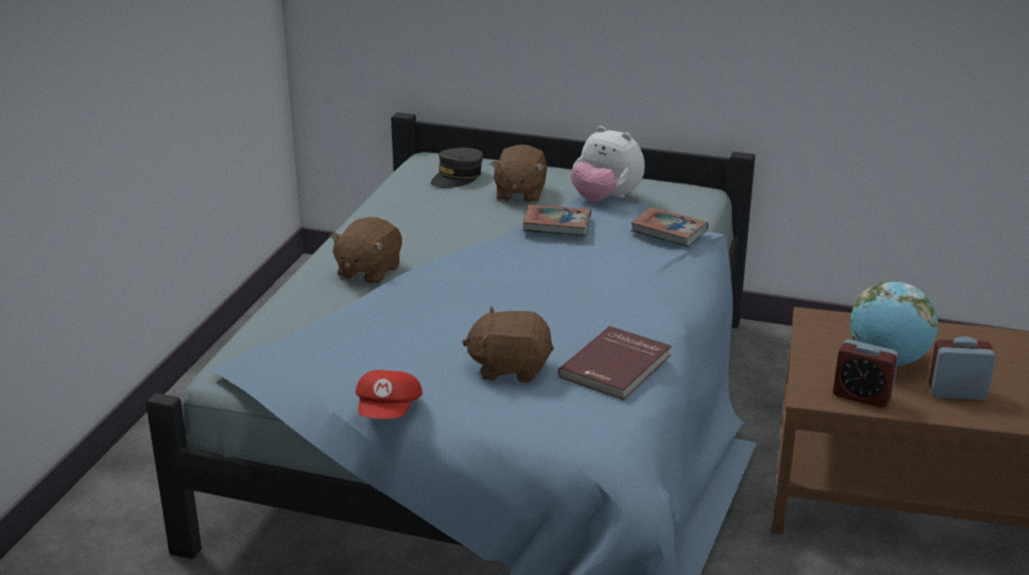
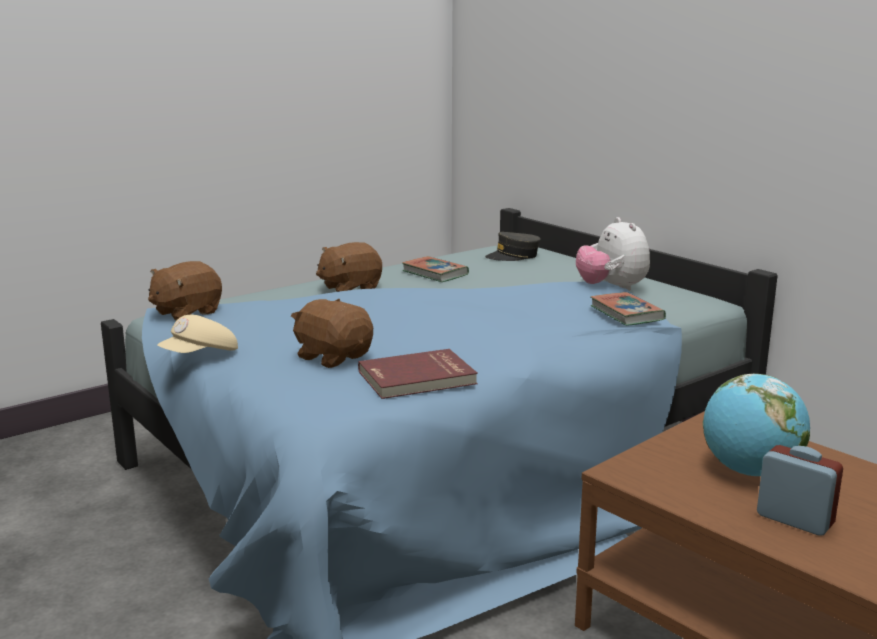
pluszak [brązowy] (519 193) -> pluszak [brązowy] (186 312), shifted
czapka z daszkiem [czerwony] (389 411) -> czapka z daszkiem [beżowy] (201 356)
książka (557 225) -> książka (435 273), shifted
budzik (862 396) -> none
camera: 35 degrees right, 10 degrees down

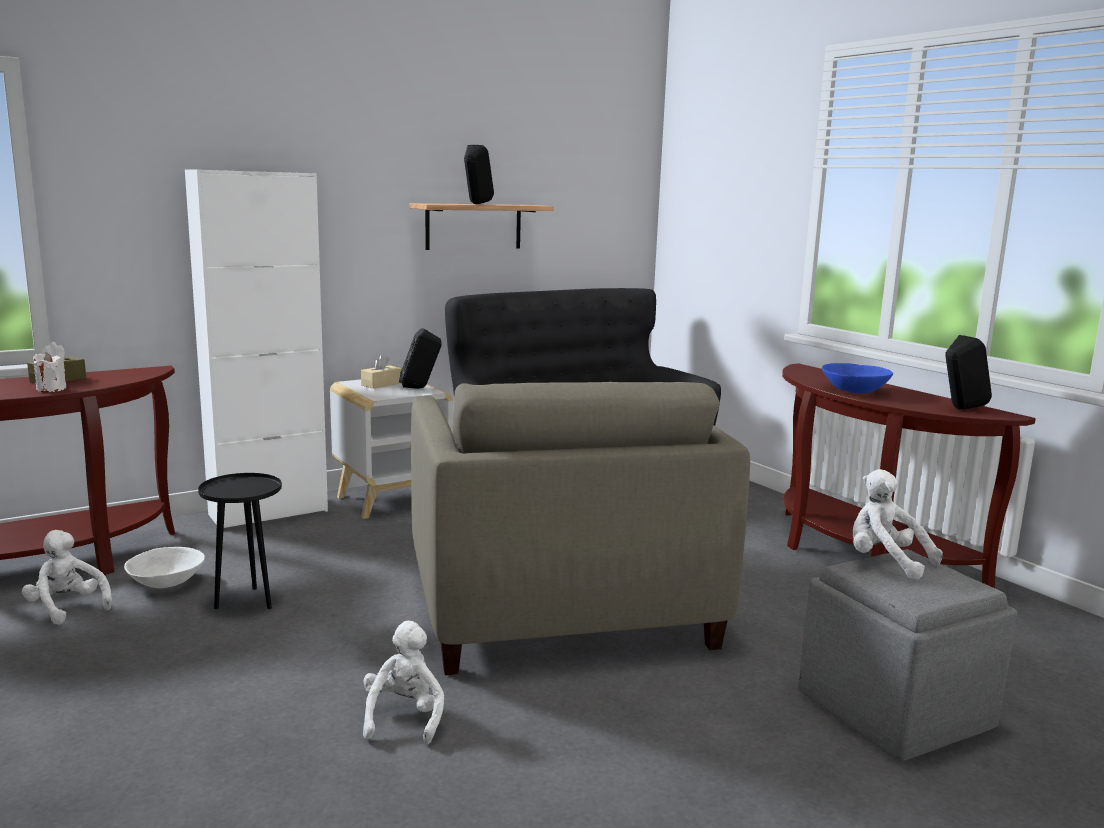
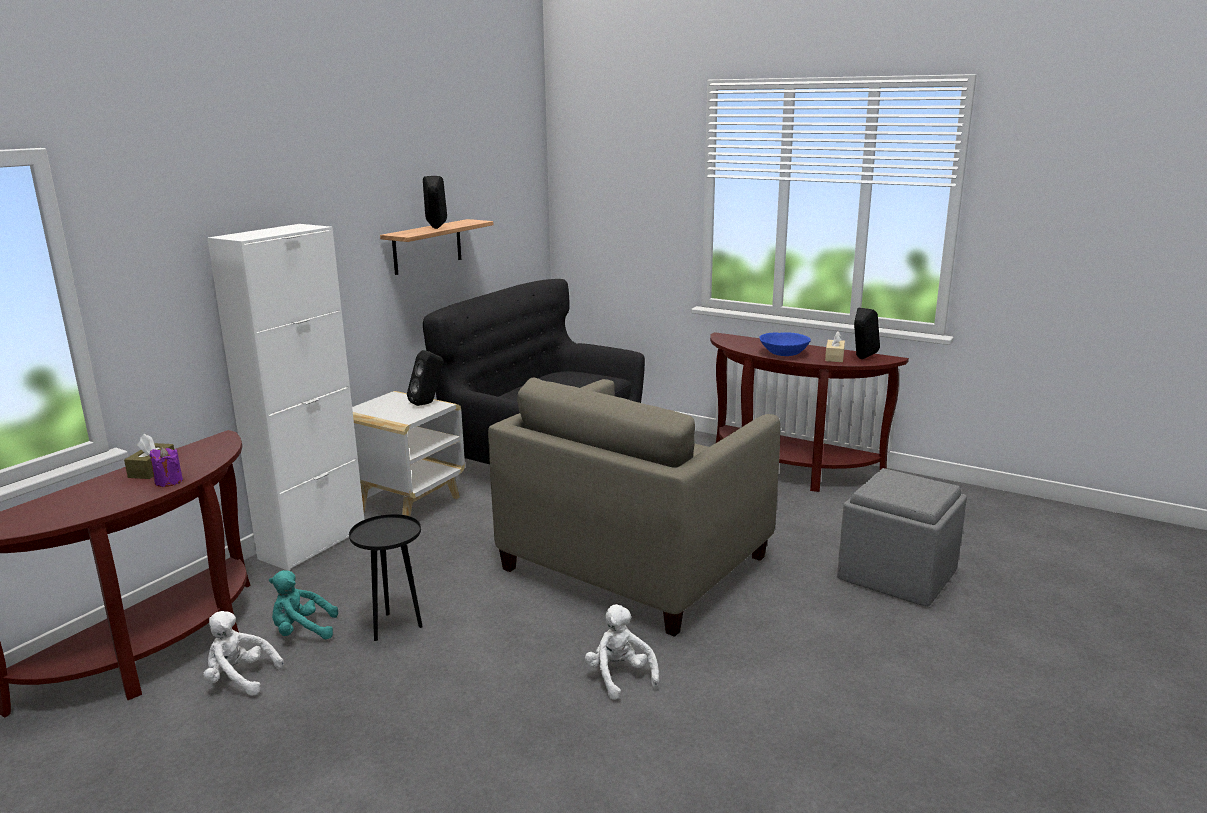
świeca [biały] (51 389) -> świeca [fioletowy] (169 481)
miska [biały] (166 583) -> pluszak [turkusowy] (302 631)
fotel [beżowy] (558 606) -> fotel [beżowy] (635 562), 75 degrees clockwise
pudełko chusteczek [beżowy] (381 384) -> pudełko chusteczek [beżowy] (834 357), shifted
pluszak [biały] (885 562) -> none
camera: 25 degrees left, 5 degrees up

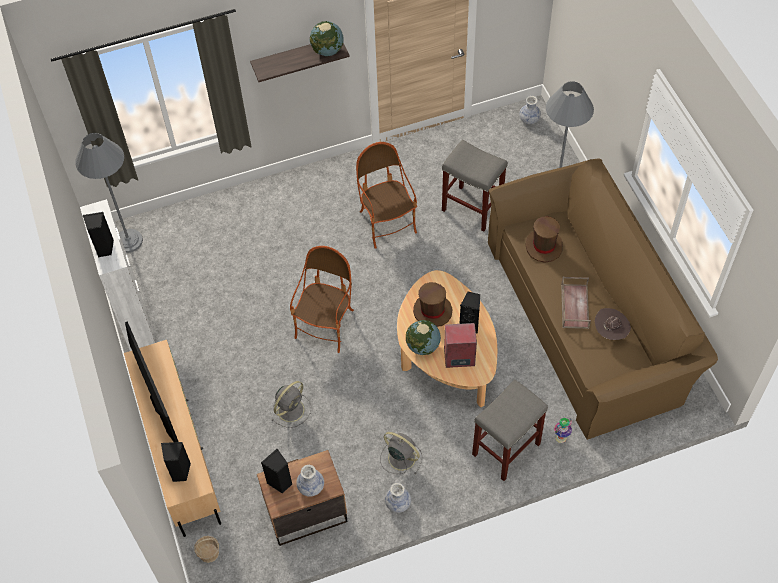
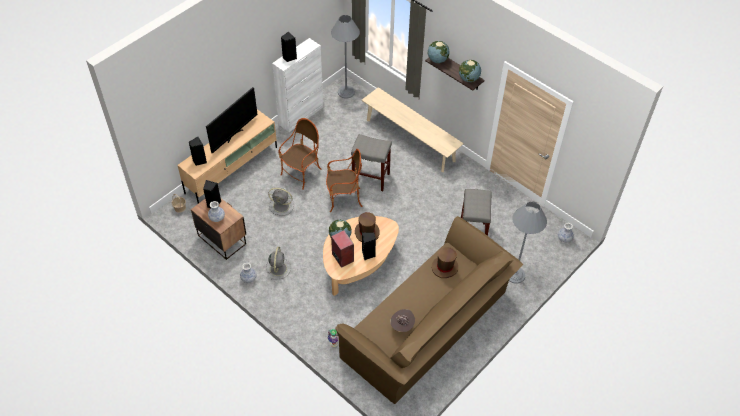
fotel (387 223) -> fotel (301 173), shifted
stołek [szary] (506 450) -> stołek [szary] (370 178), shifted
none -> ławka [beżowy] (410 140)
none -> globus (437 60)
taca [brązowy] (574 305) -> none
camera: 60 degrees right, 5 degrees down

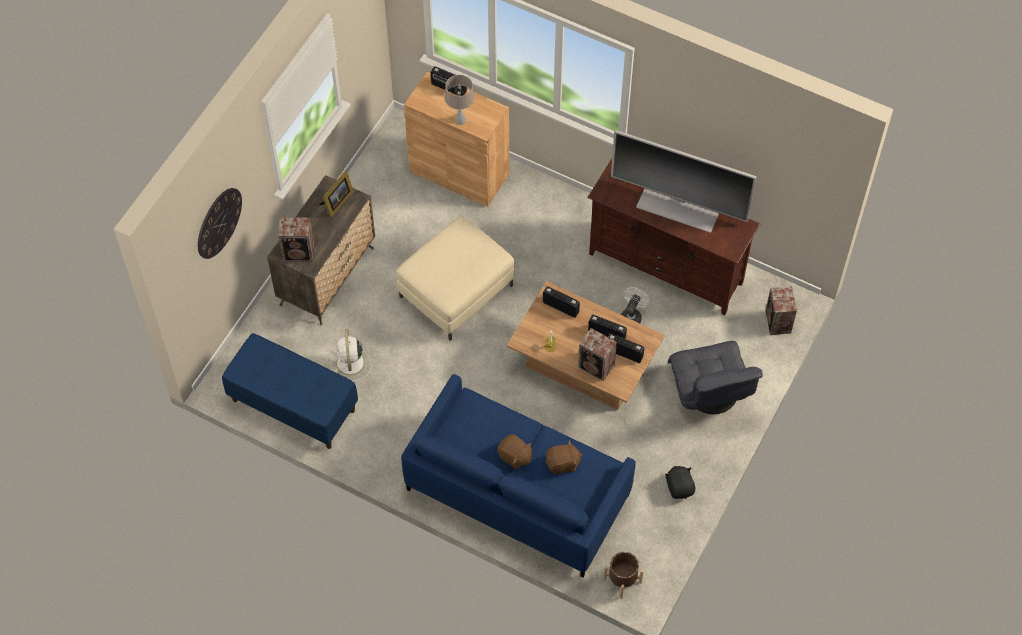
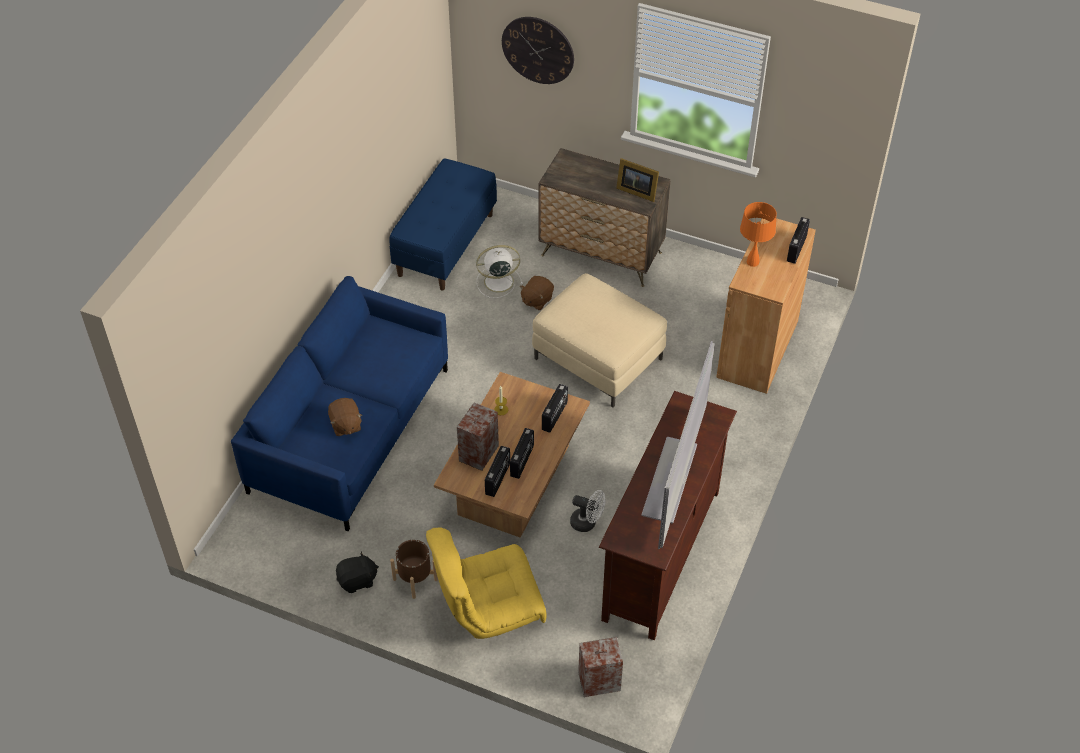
donica [brązowy] (622 580) -> donica [brązowy] (415 579), shifted
fotel [szary] (710 392) -> fotel [żółty] (488 608)
pluszak [brązowy] (514 457) -> pluszak [brązowy] (536 300), shifted
lampa stołowa [beżowy] (460 120) -> lampa stołowa [pomarańczowy] (753 262)
głośnik (299 252) -> none
camera: 85 degrees right, 10 degrees down

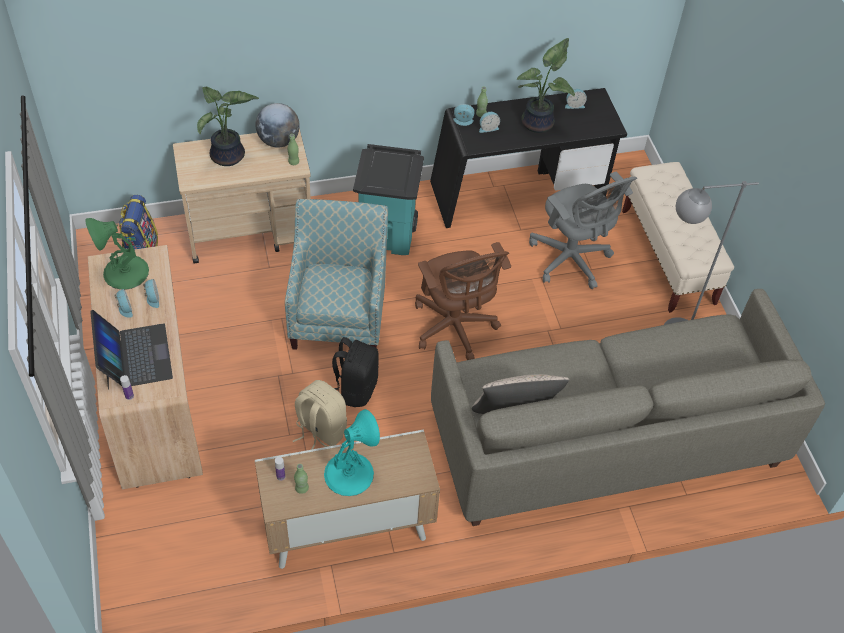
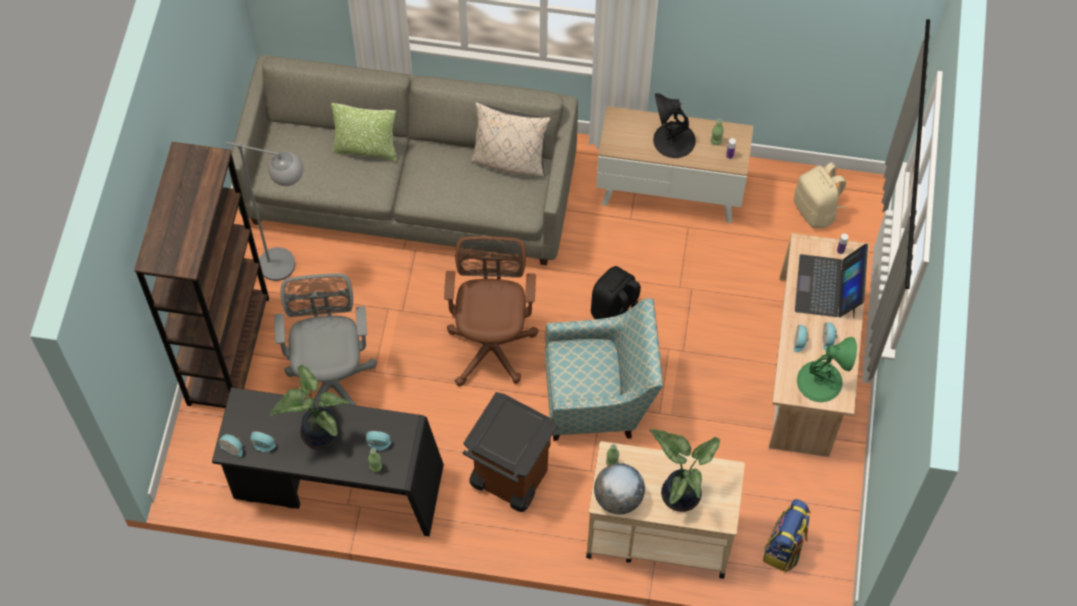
ławka [beżowy] (668 257) -> regał [brązowy] (228 350)
budzik (463 122) -> budzik (233 448), shifted
none -> poduszka (366 149)
kosz na śmieci [turkusowy] (388 235) -> kosz na śmieci [brązowy] (508 478)
fotel (339 314) -> fotel (600 398), 120 degrees counterclockwise
lampa stołowa [turkusowy] (350 473) -> lampa stołowa [czarny] (673 140)
plecak [beżowy] (320 431) -> plecak [beżowy] (816 210), shifted
camera: 155 degrees left, 10 degrees up

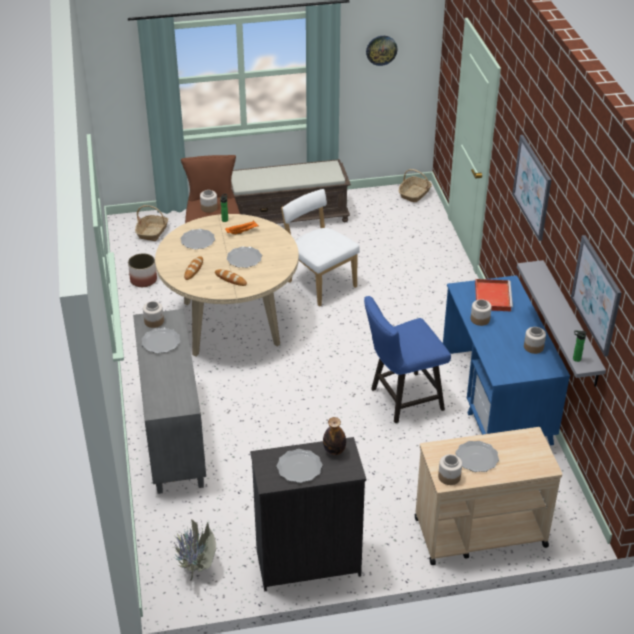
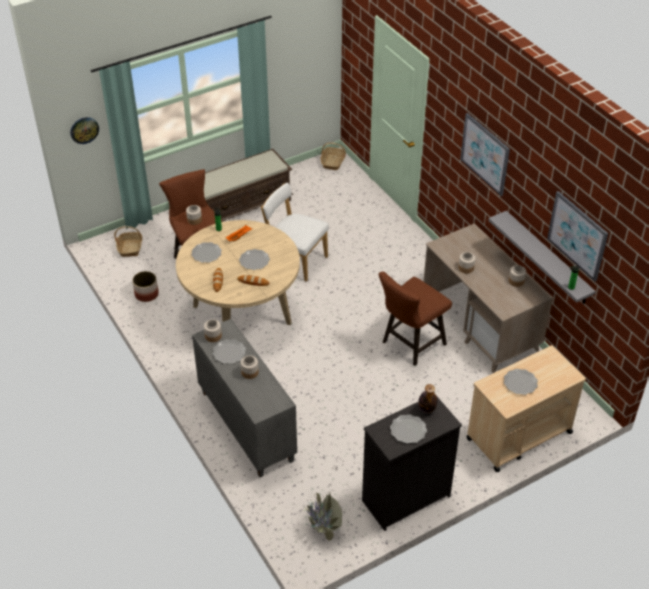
zegar ścienny (381 50) -> zegar ścienny (84 130), shifted
słoik (449 476) -> słoik (250 372), shifted
stołek [niebieski] (401 400) -> stołek [brązowy] (410 345)
biurko [niebieski] (497 399) -> biurko [beżowy] (480 324)
taca [czerwony] (492 296) -> none
camera: 20 degrees left, 5 degrees up

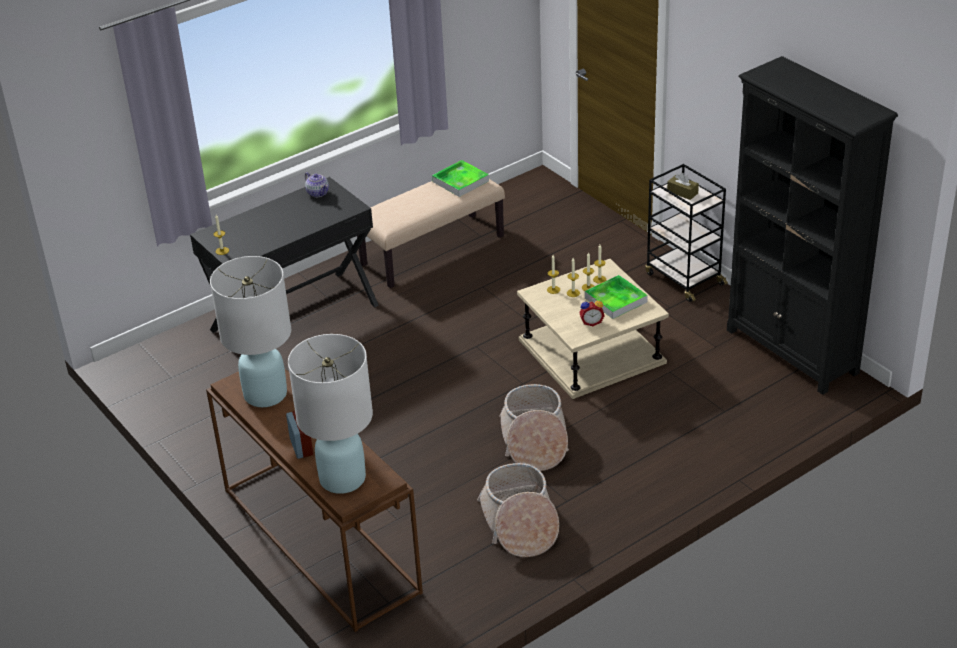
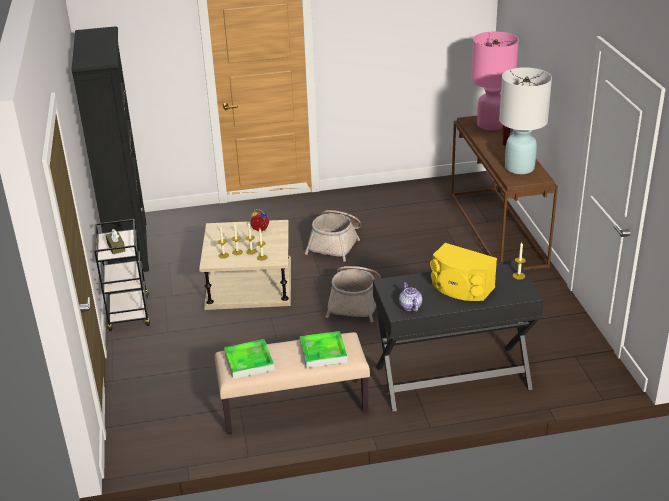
taca (615 300) -> taca (323 352), shifted
koszyk (519 524) -> koszyk (355 301), shifted
none -> głośnik [żółty] (461 288)
lampa stołowa [biały] (343 479) -> lampa stołowa [różowy] (490 125)
camera: 155 degrees left, 5 degrees down

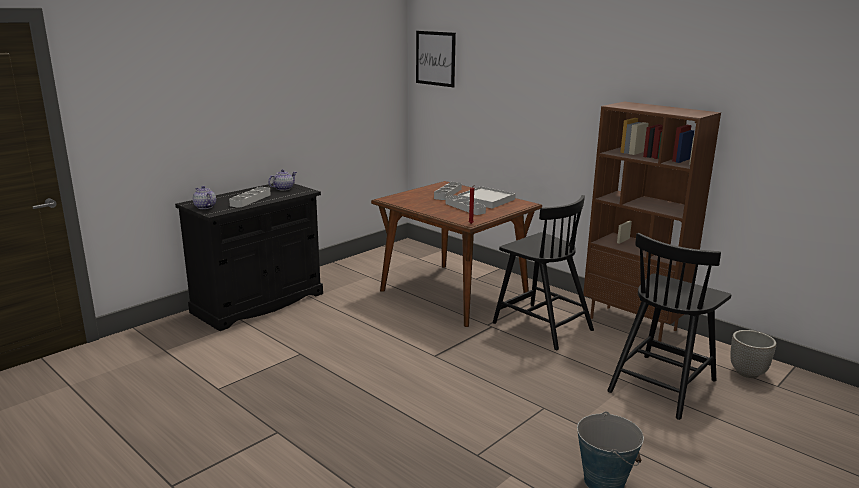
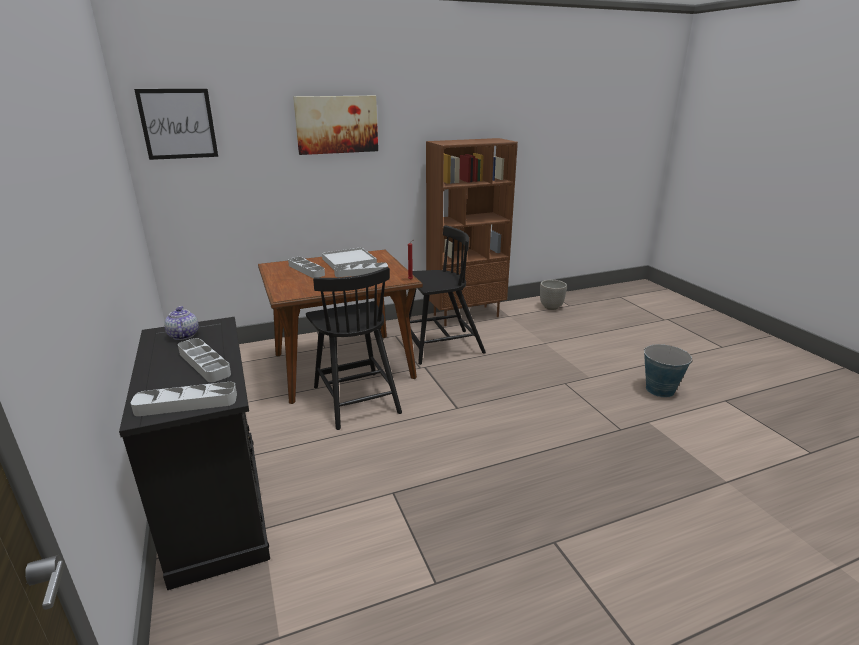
imbryk (204 207) -> taca [szary] (186 403)
none -> obraz (336 124)
krzesło [czarny] (662 384) -> krzesło [czarny] (356 398), shifted
camera: 65 degrees left, 5 degrees up

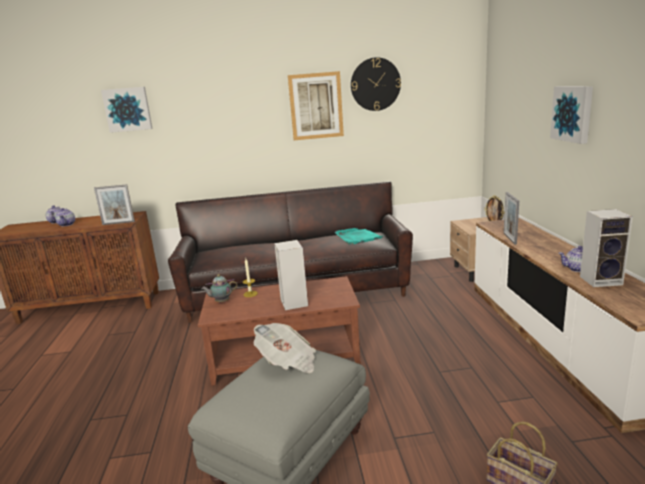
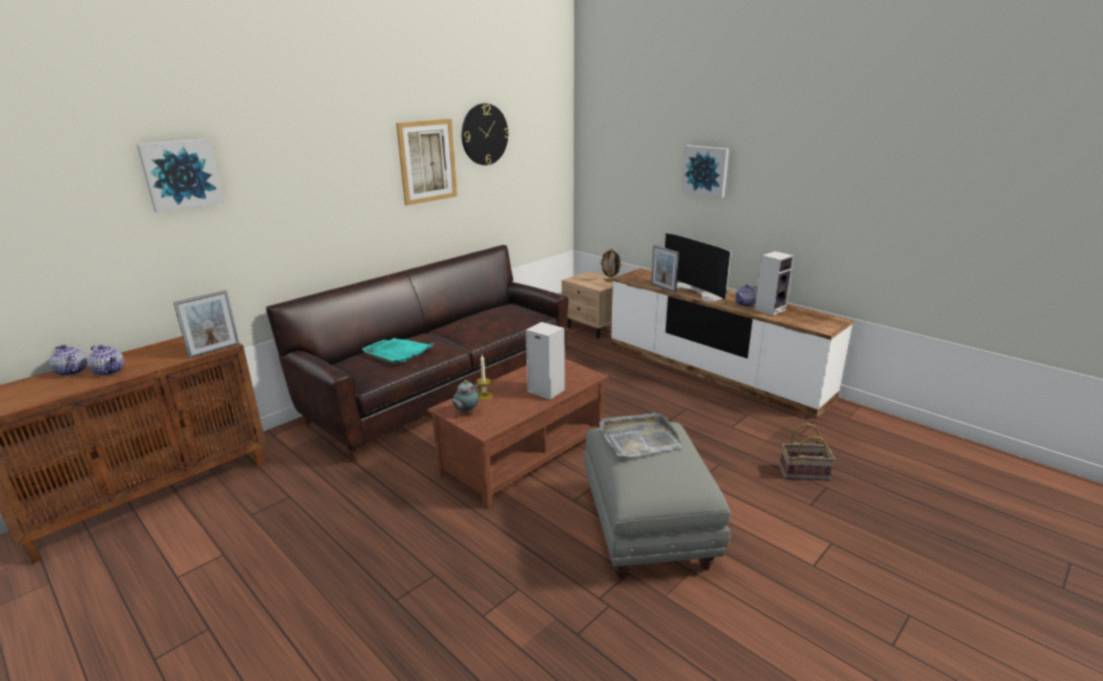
taca [turkusowy] (358 238) -> taca [turkusowy] (398 352), shifted
gazeta (287 362) -> taca [szary] (638 438)
none -> telewizor (696 291)
camera: 40 degrees left, 5 degrees up

